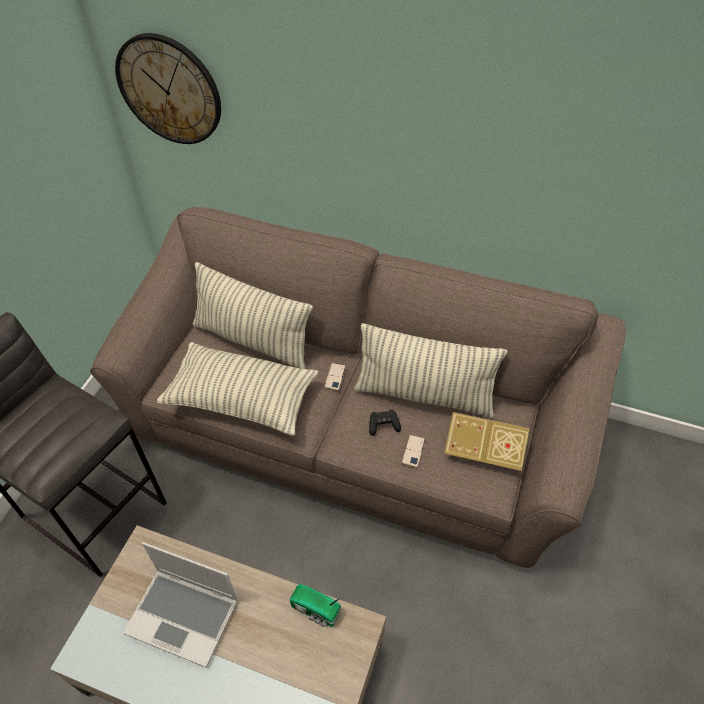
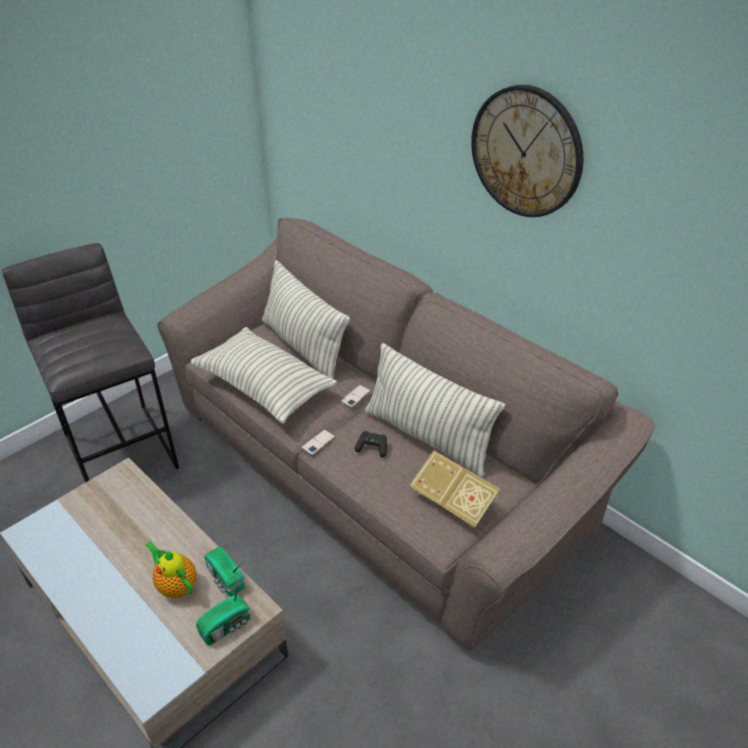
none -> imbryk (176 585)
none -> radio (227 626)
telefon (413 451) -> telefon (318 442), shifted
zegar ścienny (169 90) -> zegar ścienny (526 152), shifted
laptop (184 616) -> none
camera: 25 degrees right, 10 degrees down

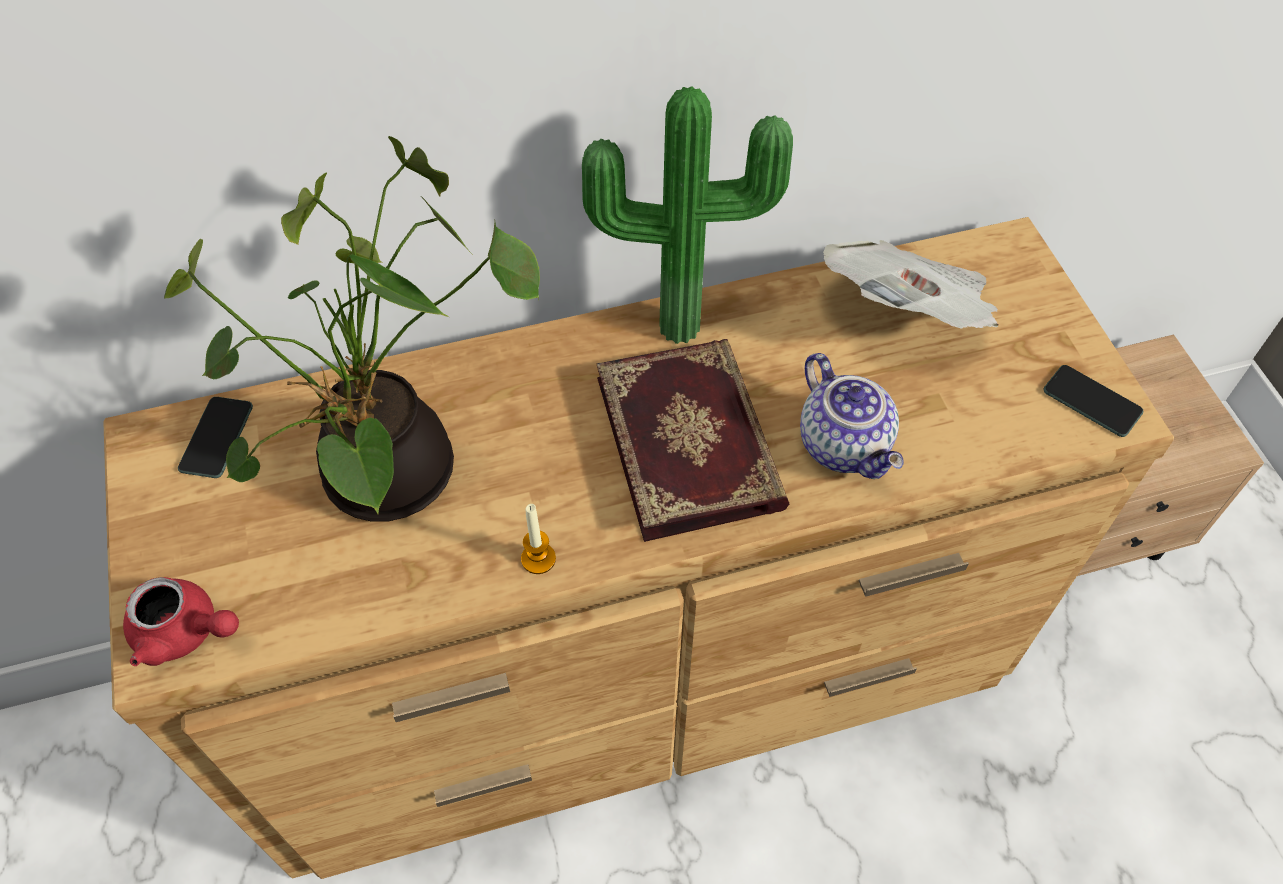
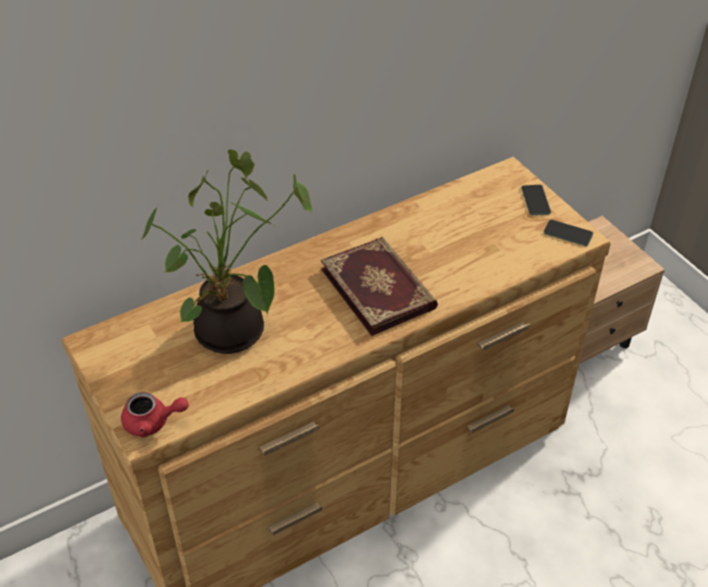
telefon (216 438) -> telefon (535 200), shifted
świeca (538 559) -> none
roślina doniczkowa (678 321) -> none
imbryk (846 445) -> none
gazeta (909 314) -> none
camera: 15 degrees left, 10 degrees down

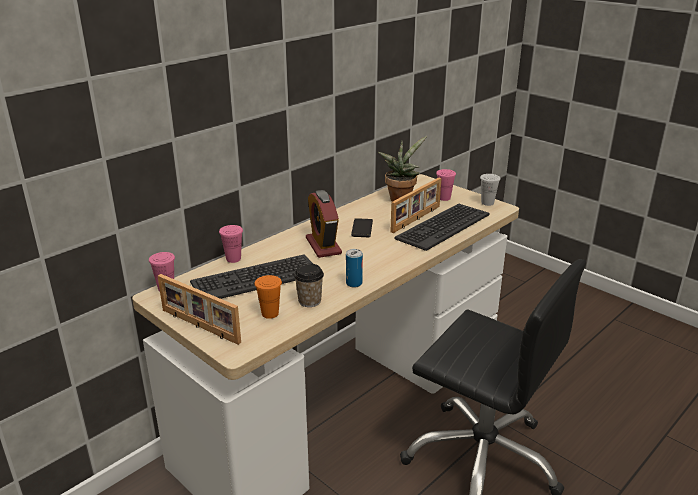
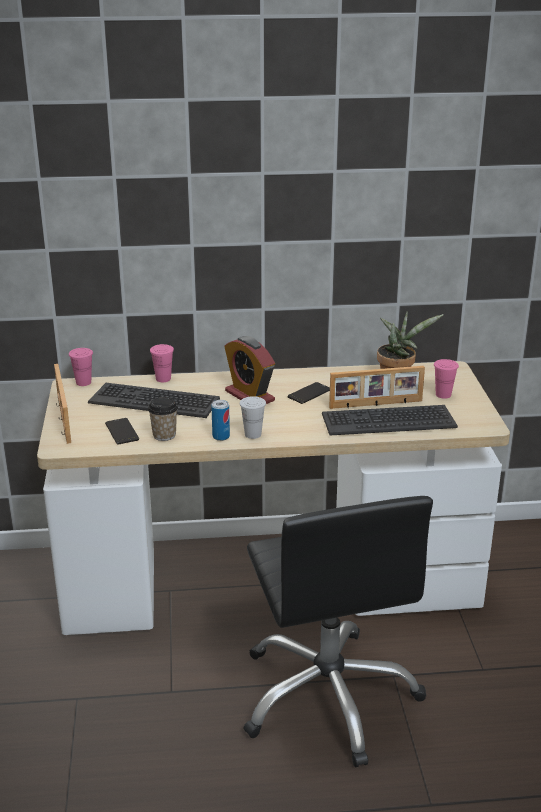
filiżanka [pomarańczowy] (270 313) -> telefon (122 432)
budzik (323 246) -> budzik (249 396), 60 degrees counterclockwise
filiżanka [biały] (487 203) -> filiżanka [biały] (253 434), shifted
camera: 40 degrees right, 0 degrees up

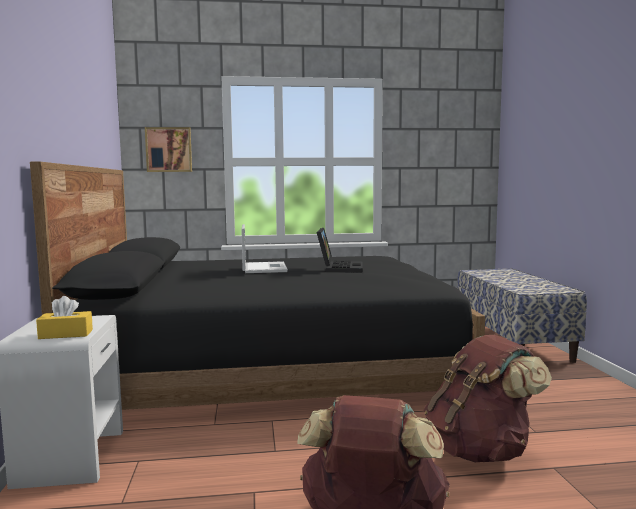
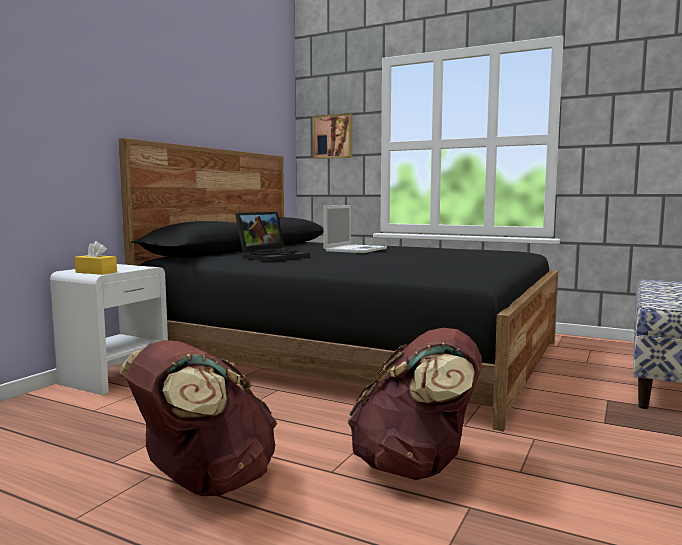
laptop (339 267) -> laptop (273 256), shifted
camera: 35 degrees right, 0 degrees up

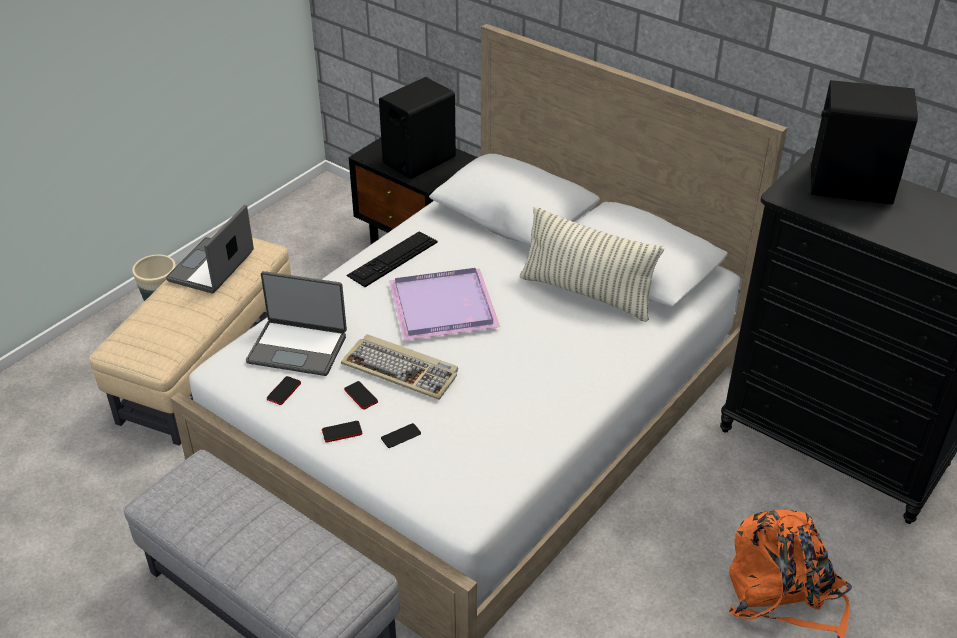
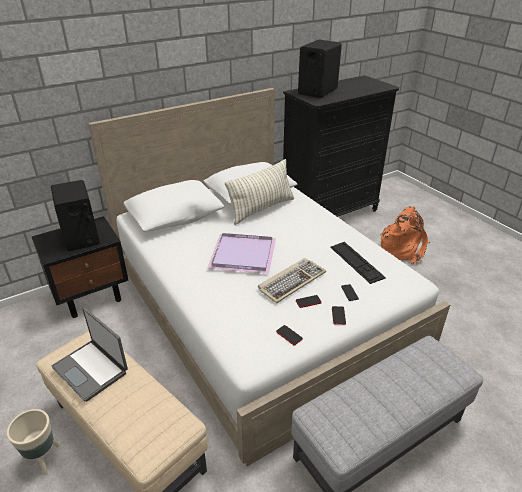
klawiatura (392 258) -> klawiatura (356 262), shifted
laptop (298 348) -> none
camera: 70 degrees left, 5 degrees down

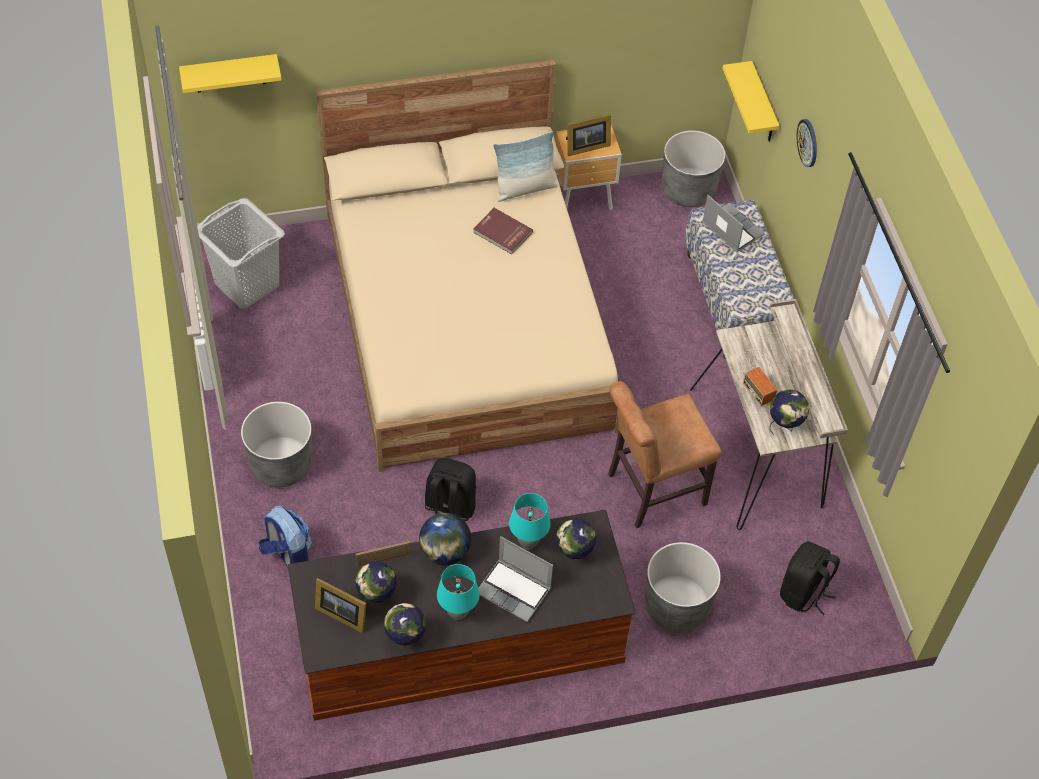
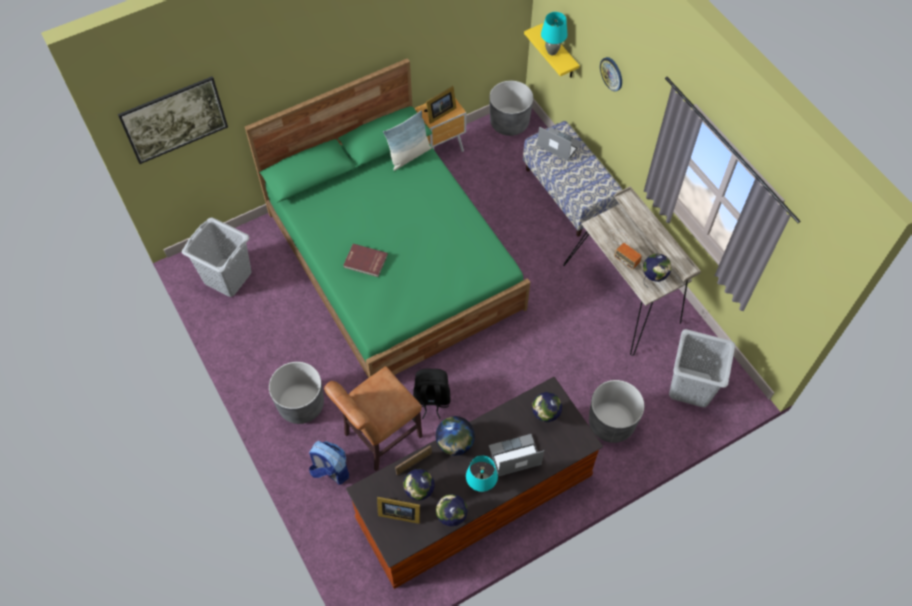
półka [żółty] (230 73) -> obraz (179 132)
łóżko [beżowy] (468 321) -> łóżko [zielony] (394 259)
krzesło [brązowy] (651 490) -> krzesło [brązowy] (379 437), shifted
książka [czerwony] (502 233) -> książka [czerwony] (365 261), shifted
laptop (514 591) -> laptop (514 457), 150 degrees clockwise
lampa stołowa [turkusowy] (528 542) -> lampa stołowa [turkusowy] (552 51), shifted
plecak [czarny] (803 593) -> kosz na pranie [szary] (691 387)
camera: 15 degrees left, 5 degrees up

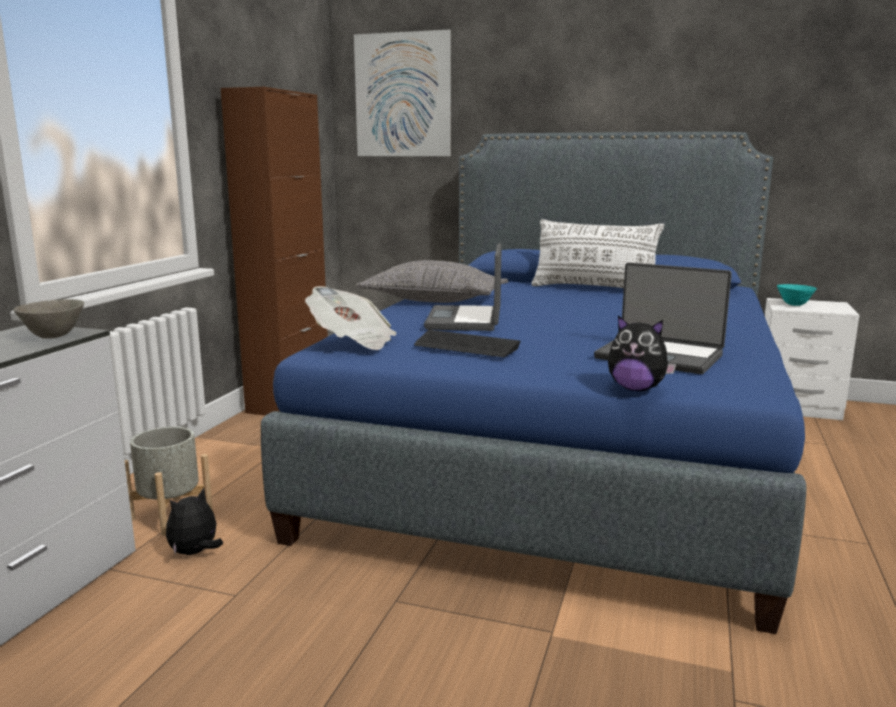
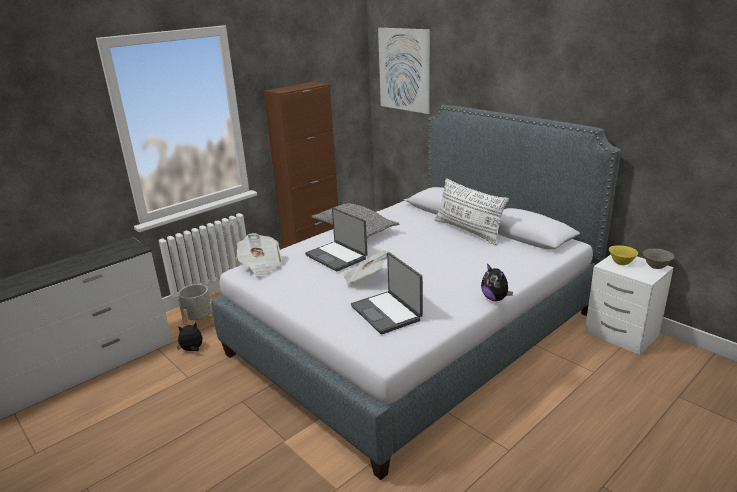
łóżko [niebieski] (561 451) -> łóżko [szary] (415 332)
laptop (466 320) -> laptop (337 256), 75 degrees counterclockwise
none -> gazeta (365 278)
pluszak (636 389) -> pluszak (495 299), shifted
miska [turkusowy] (794 305) -> miska [żółty] (621 263)
miska [szary] (53 337) -> miska [szary] (656 267), shifted
klawiatura (466 346) -> none
camera: 30 degrees right, 10 degrees up

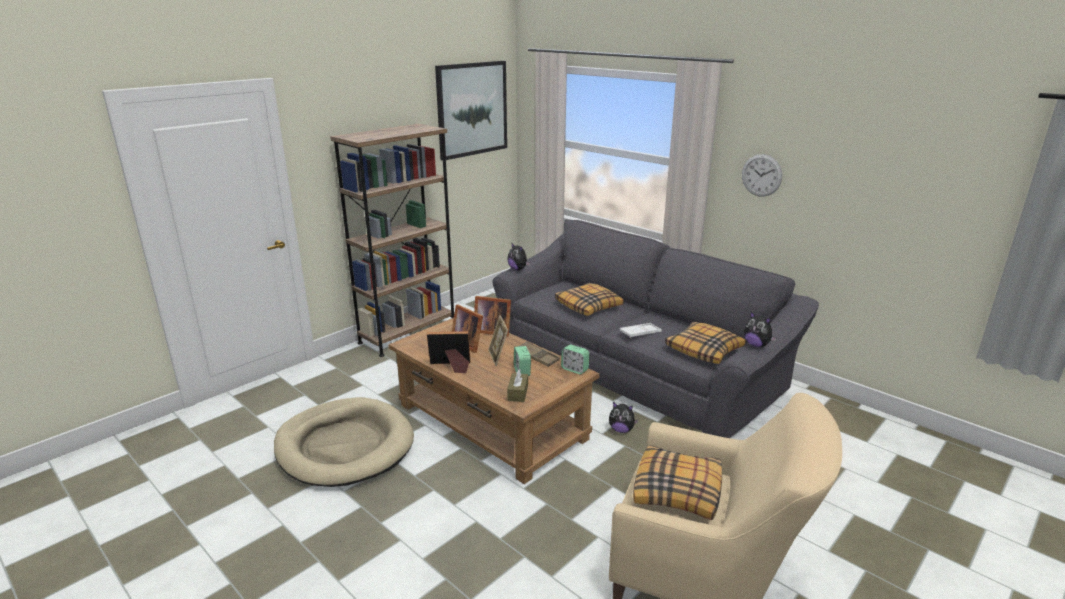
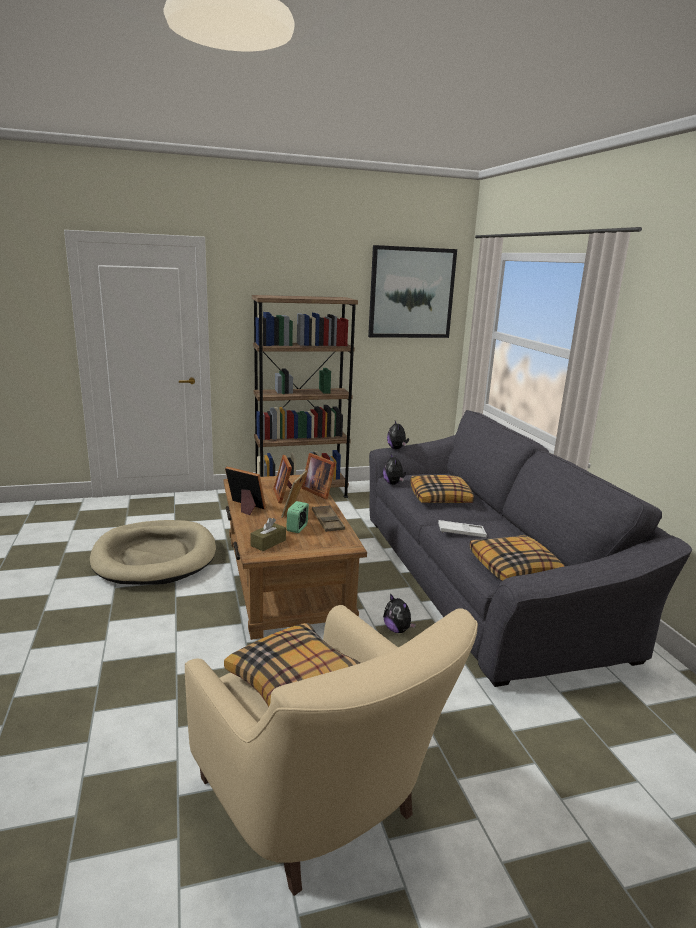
pluszak (756 345) -> pluszak (393 483), shifted
budzik (574 369) -> none
zegar ścienny (761 175) -> none
camera: 30 degrees right, 5 degrees down

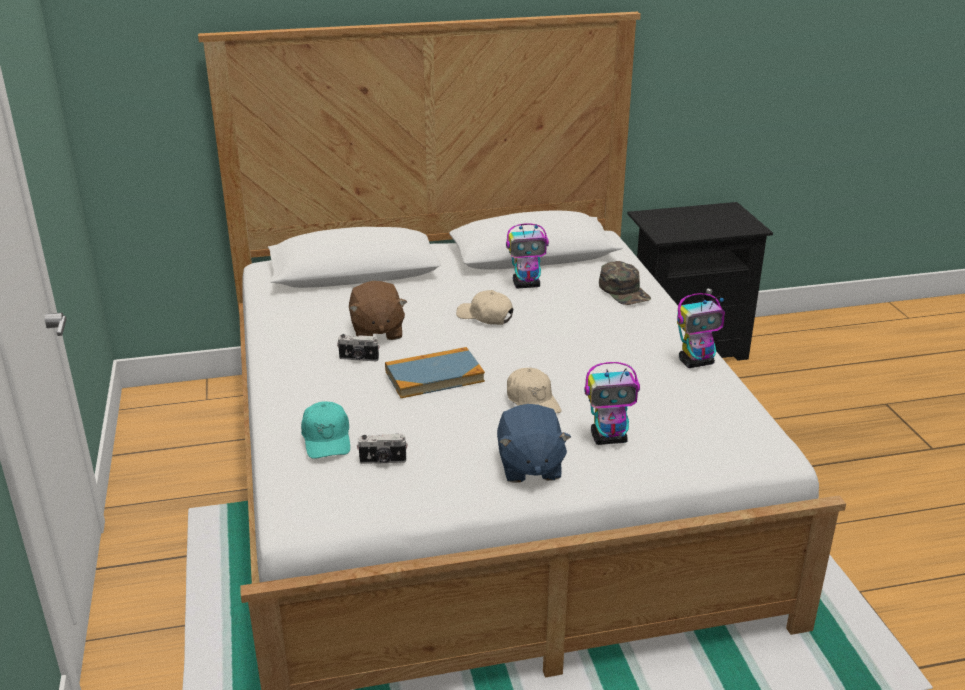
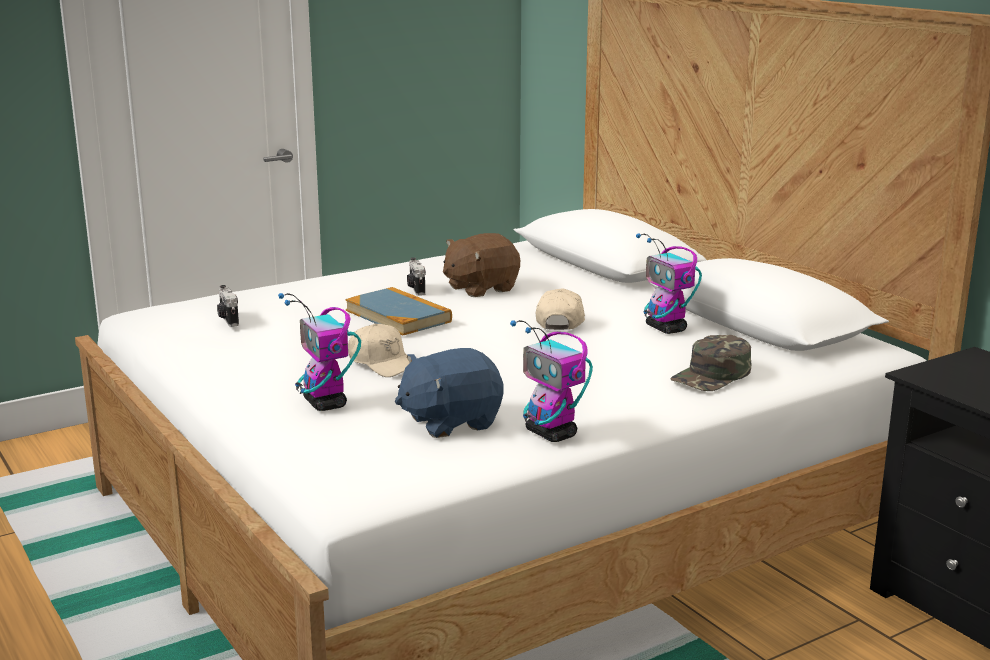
czapka z daszkiem [beżowy] (532 402) -> czapka z daszkiem [beżowy] (383 363), 90 degrees counterclockwise
pluszak [niebieski] (529 466) -> pluszak [niebieski] (450 422), shifted
czapka z daszkiem [turkusowy] (327 439) -> none
camera: 70 degrees right, 10 degrees down

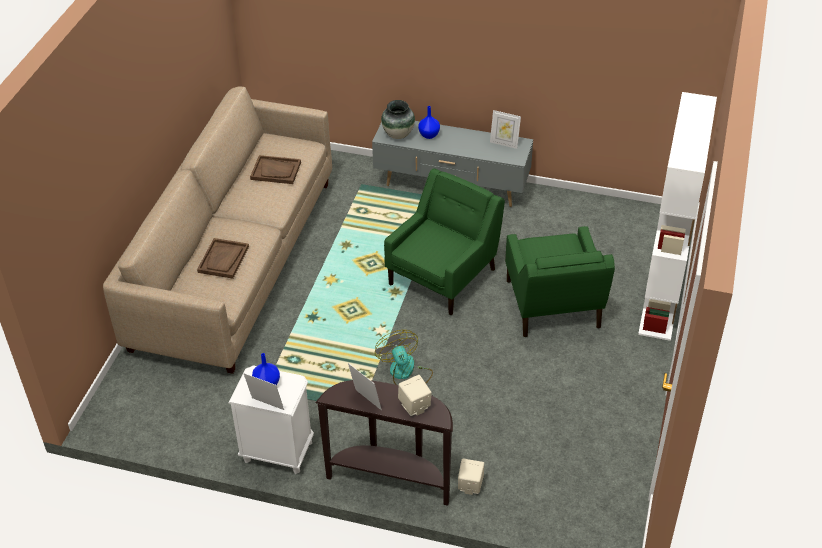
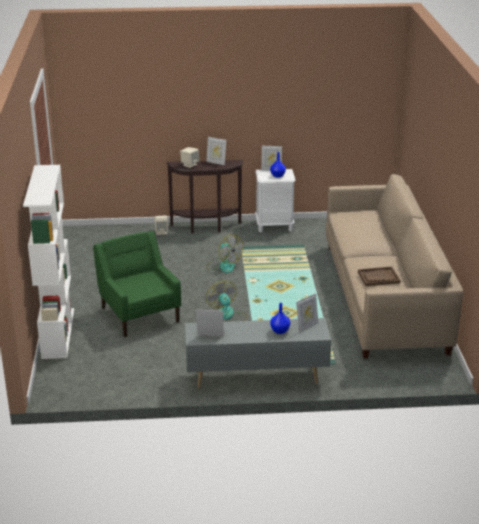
fotel [zielony] (443 275) -> wentylator (228 316)
wazon (398 135) -> ramka na zdjęcie (306 326)
taca [brązowy] (223 259) -> none
camera: 160 degrees right, 15 degrees down

